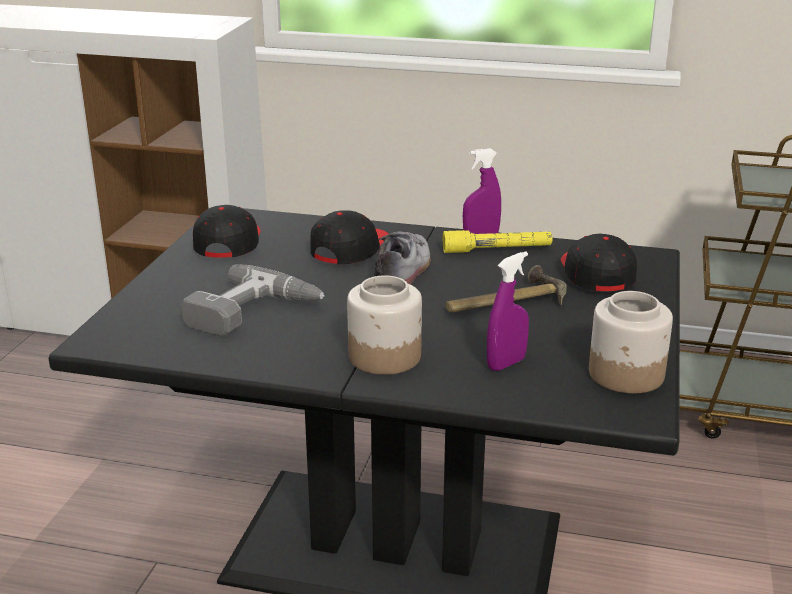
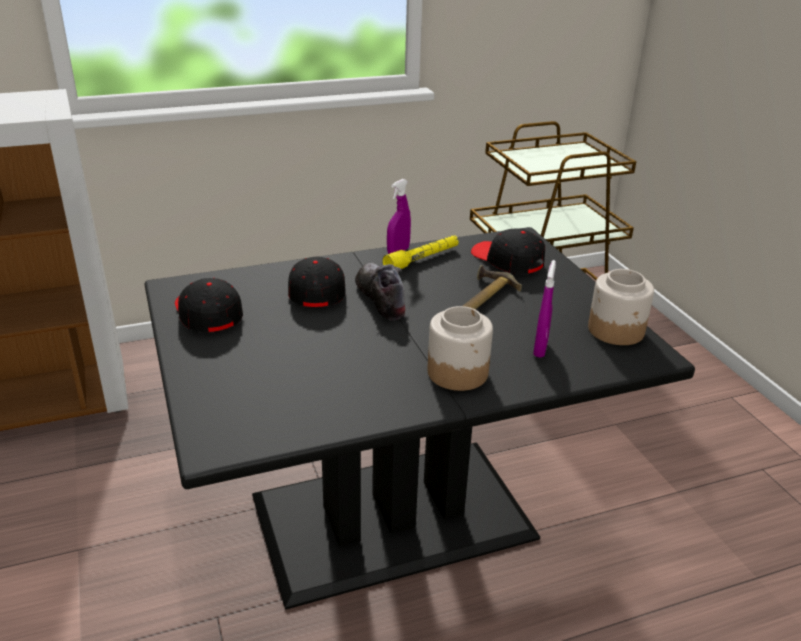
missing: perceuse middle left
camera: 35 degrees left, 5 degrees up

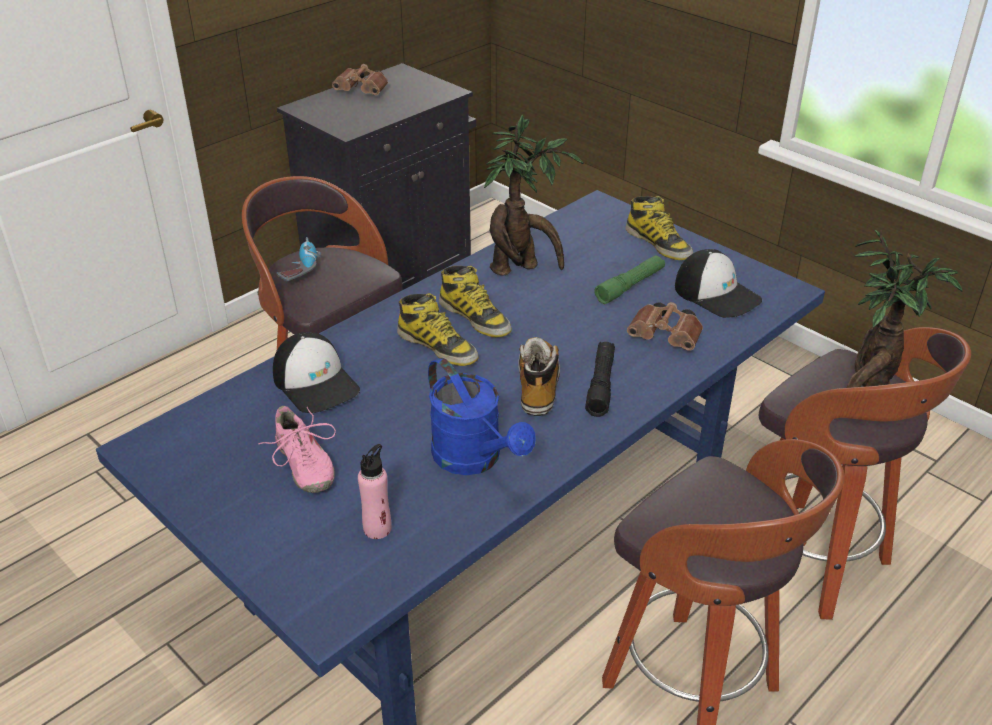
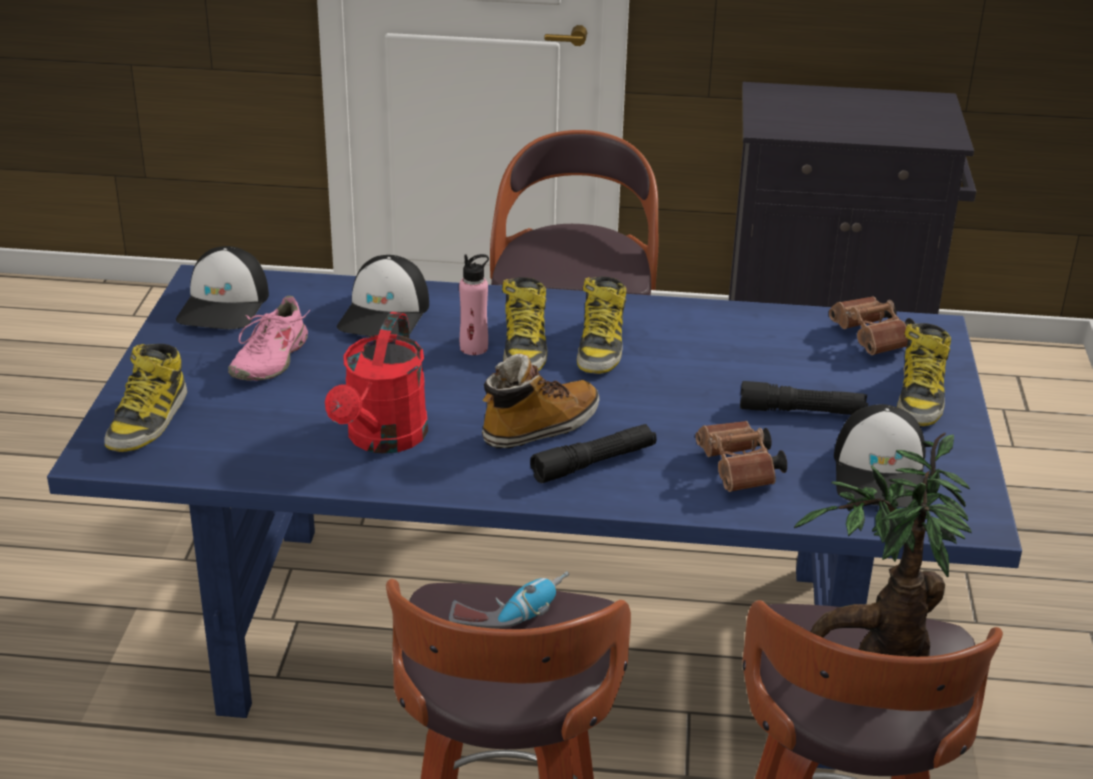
missing: plante en pot (no. 1 from left) top centre
appeared: botte (no. 1 from left) middle left; casquette (no. 1 from left) middle left
relocated: perceuse middle left to bottom centre; jumelles/marron (no. 1 from left in the first image) top centre to jumelles/marron (no. 2 from left) middle right; bouteille/rose bottom centre to centre
colour: arrosoir/bleu centre to arrosoir/rouge centre; lampe de poche/vert centre to lampe de poche/noir (no. 2 from left) middle right
camera: 50 degrees right, 5 degrees down

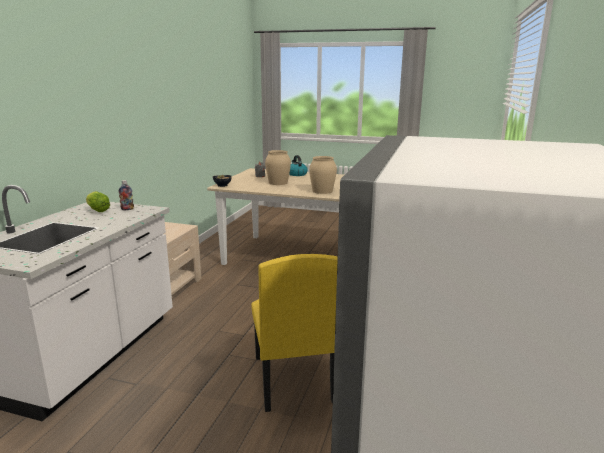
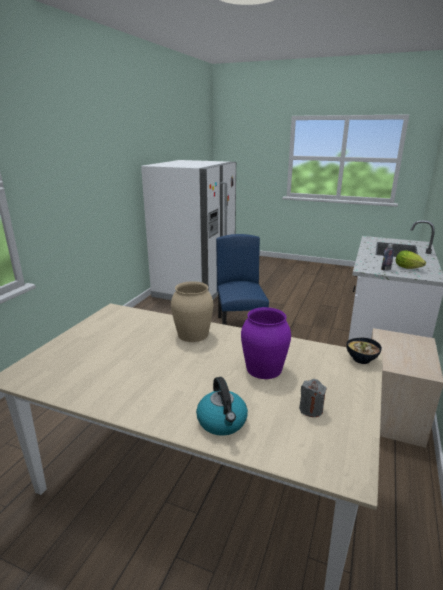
colour: chaise/jaune bottom centre to chaise/bleu centre; vase/beige (no. 1 from left) centre to vase/violet centre
camera: 175 degrees left, 5 degrees up

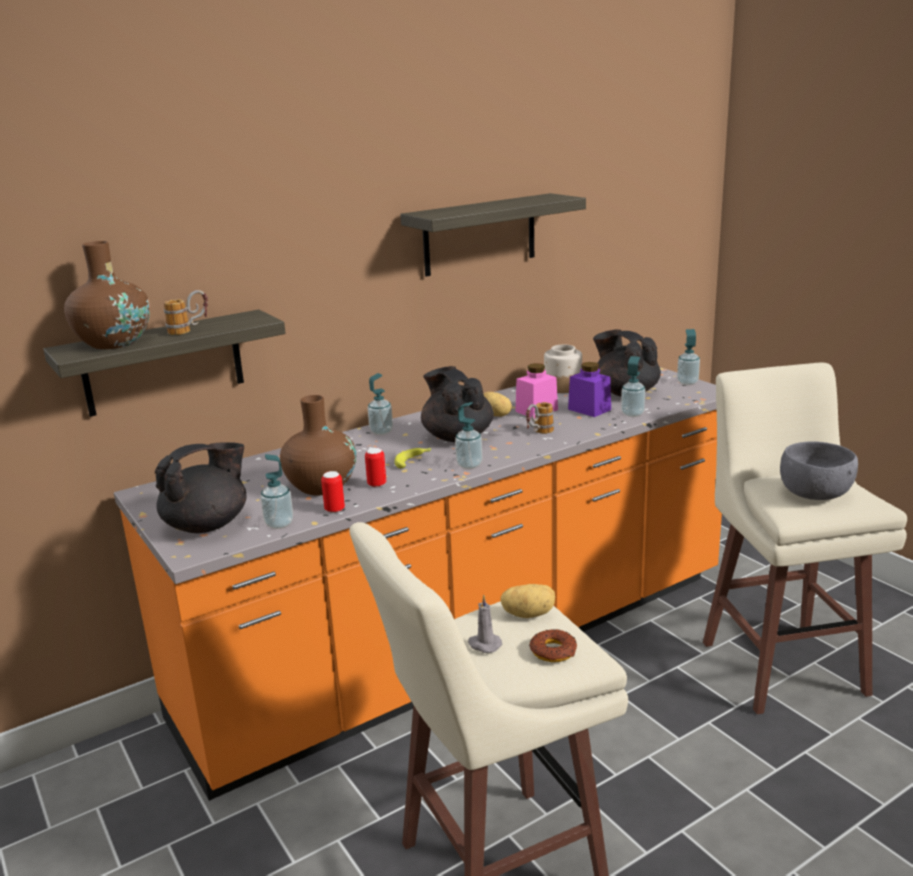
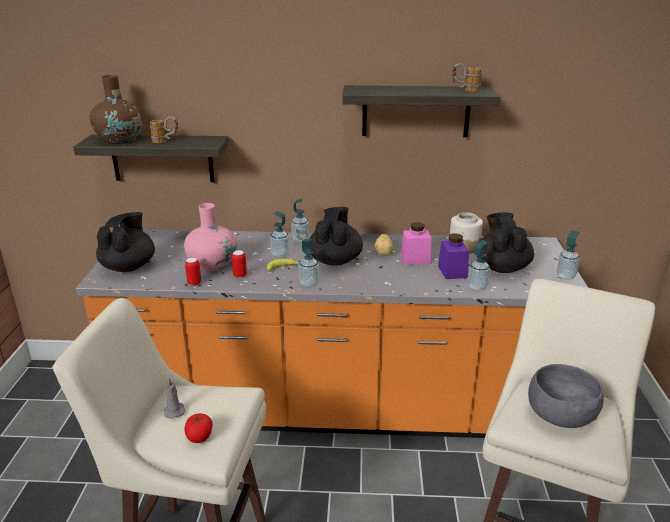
missing: pomme de terre (no. 2 from left) bottom centre
relocated: distributeur de savon (no. 1 from left) middle left to centre; mug (no. 2 from left) centre to top right
exchanged: beignet bottom centre to tomate bottom left
colour: vase/marron (no. 2 from left) centre to vase/rose middle left
spun: théière/noir (no. 1 from left) middle left = middle left 75 degrees counterclockwise
camera: 35 degrees right, 5 degrees up

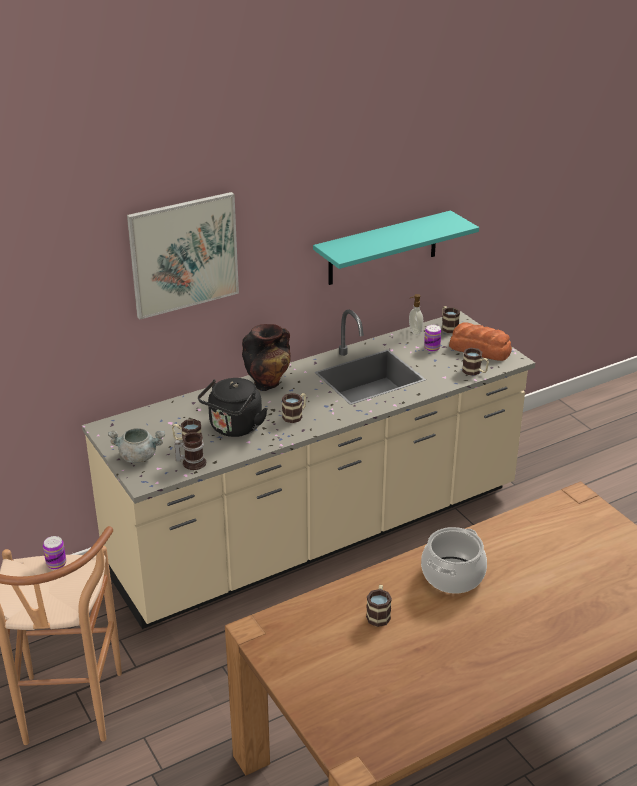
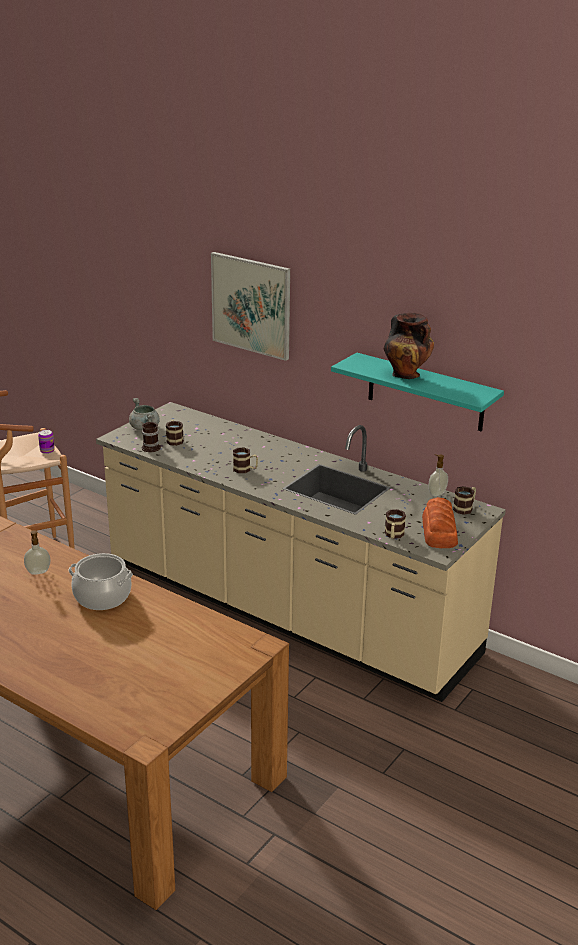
missing: bouilloire/noir centre; boîte métallique (no. 2 from left) middle right
relocated: vase centre to middle right
exchanged: mug (no. 4 from left) bottom centre to distributeur de savon (no. 1 from left) middle left
camera: 65 degrees right, 5 degrees down

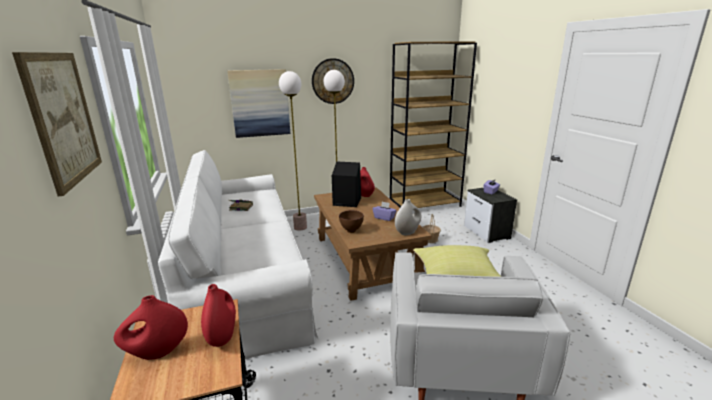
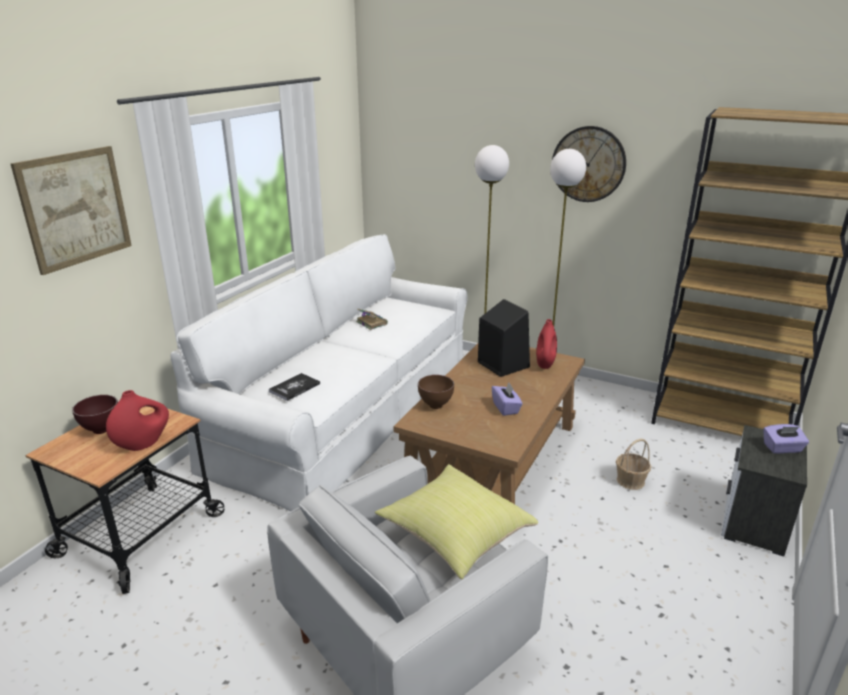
missing: tableau (no. 2 from left) top centre; vase/blanc centre
appeared: livre (no. 1 from left) centre
exchanged: vase/rouge (no. 1 from left) bottom left to bol/marron (no. 1 from left) middle left
camera: 45 degrees right, 5 degrees up

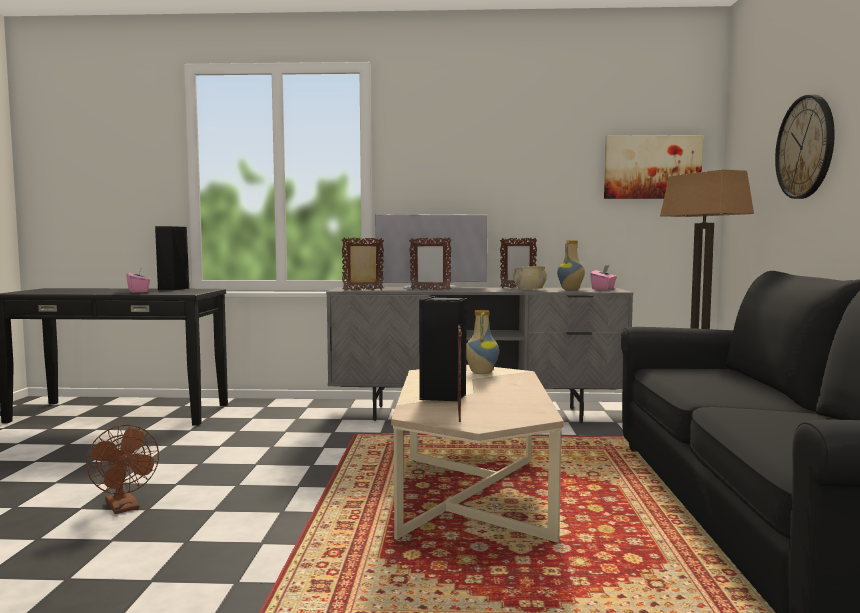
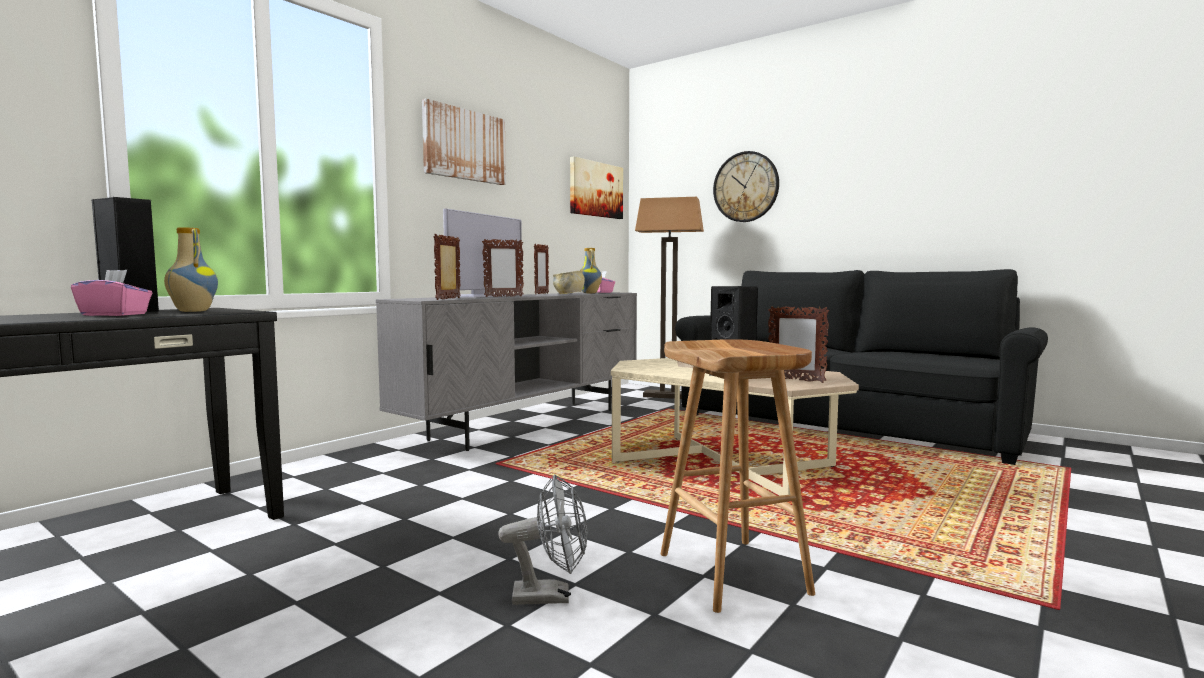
appeared: tableau (no. 1 from left) top centre; tabouret/marron bottom centre
relocated: vase (no. 1 from left) centre to middle left
colour: ventilateur/marron bottom left to ventilateur/gris bottom centre
camera: 55 degrees left, 0 degrees up

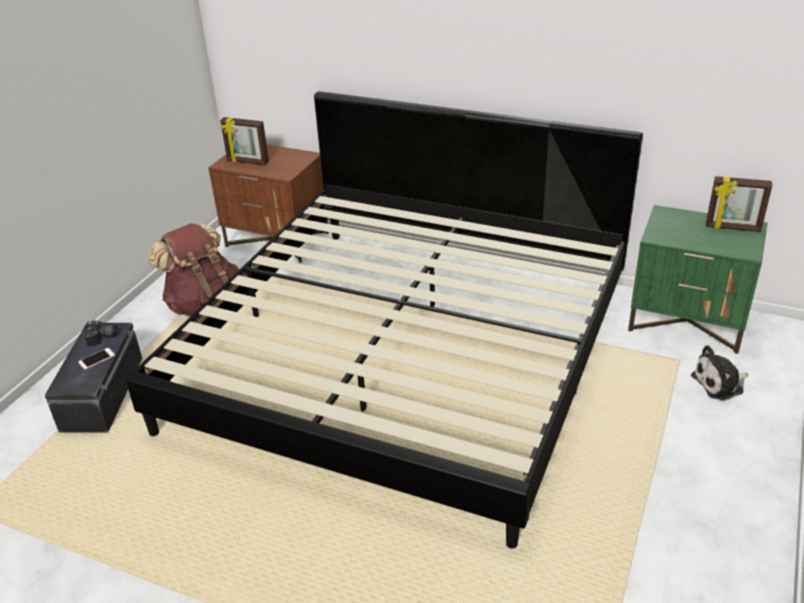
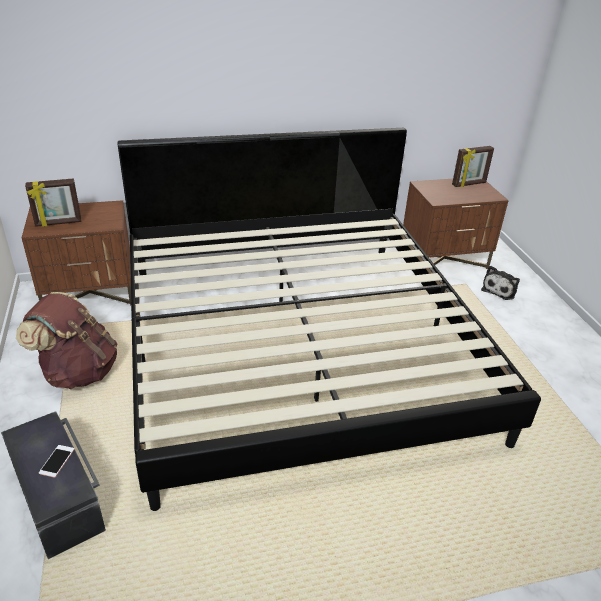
missing: appareil photo middle left
colour: table de chevet/vert middle right to table de chevet/marron (no. 2 from left) middle right
camera: 40 degrees left, 0 degrees up

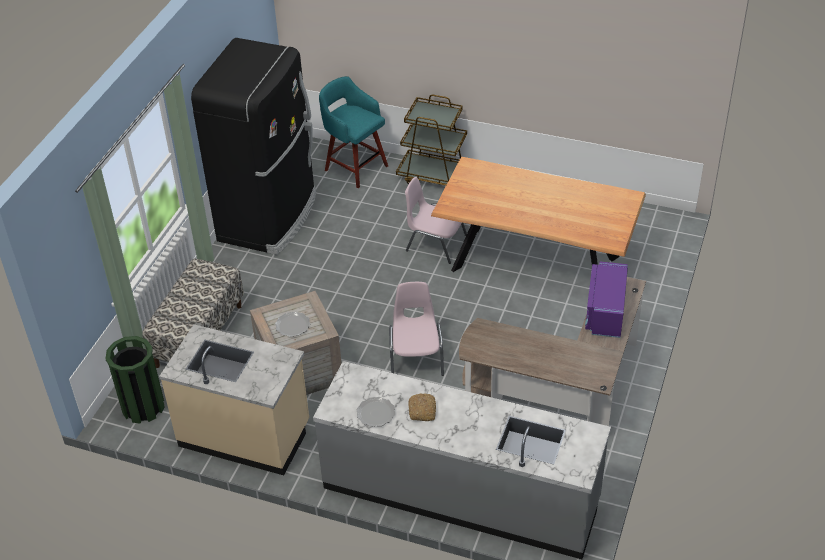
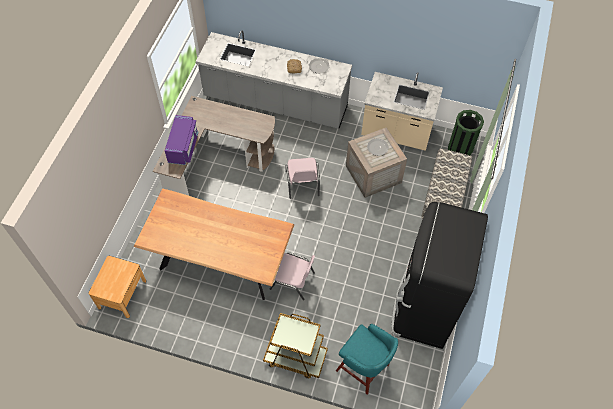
appeared: table de chevet/marron bottom left
camera: 175 degrees right, 15 degrees up

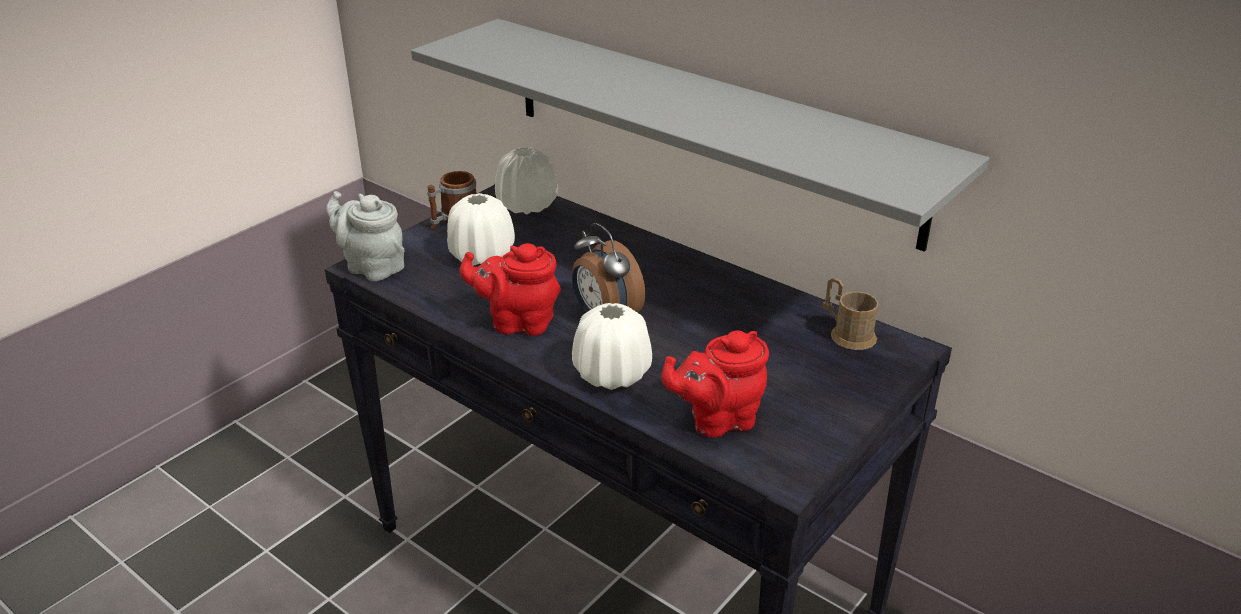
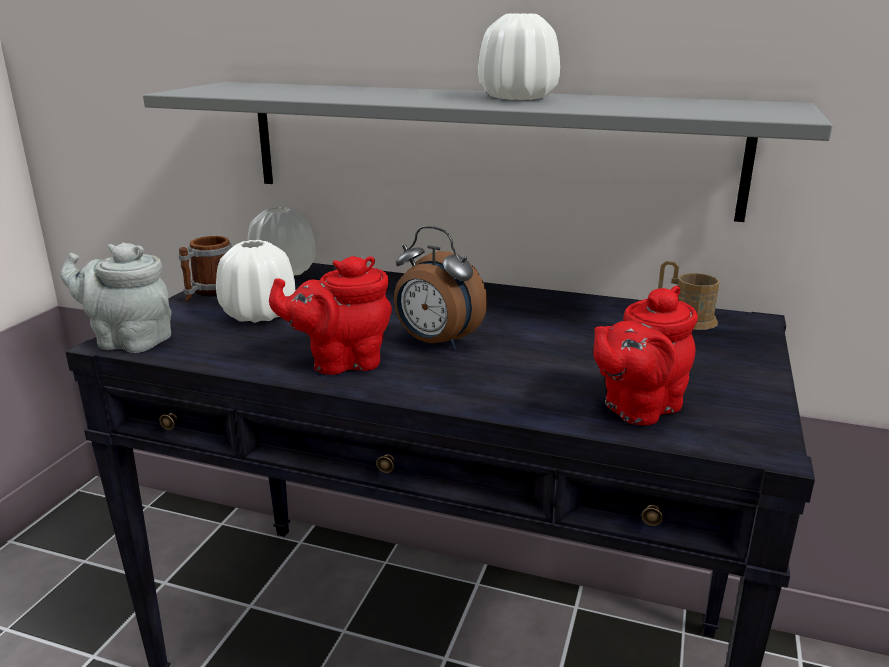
relocated: vase/blanc (no. 3 from left) centre to top centre
camera: 20 degrees left, 10 degrees down

